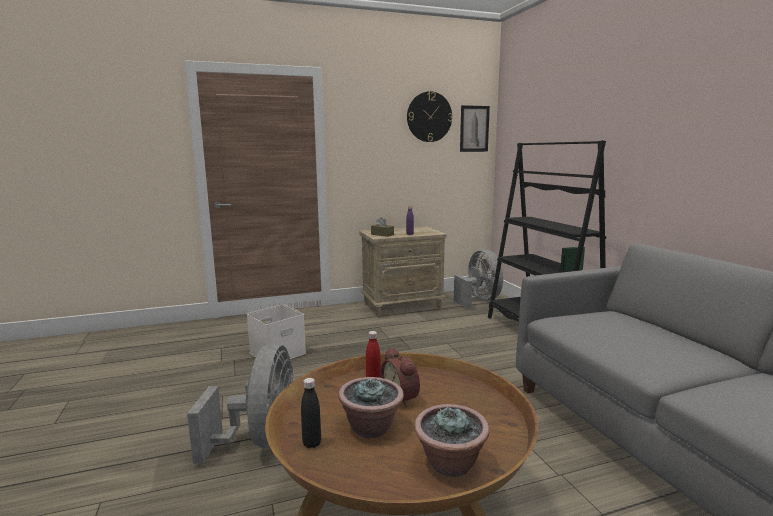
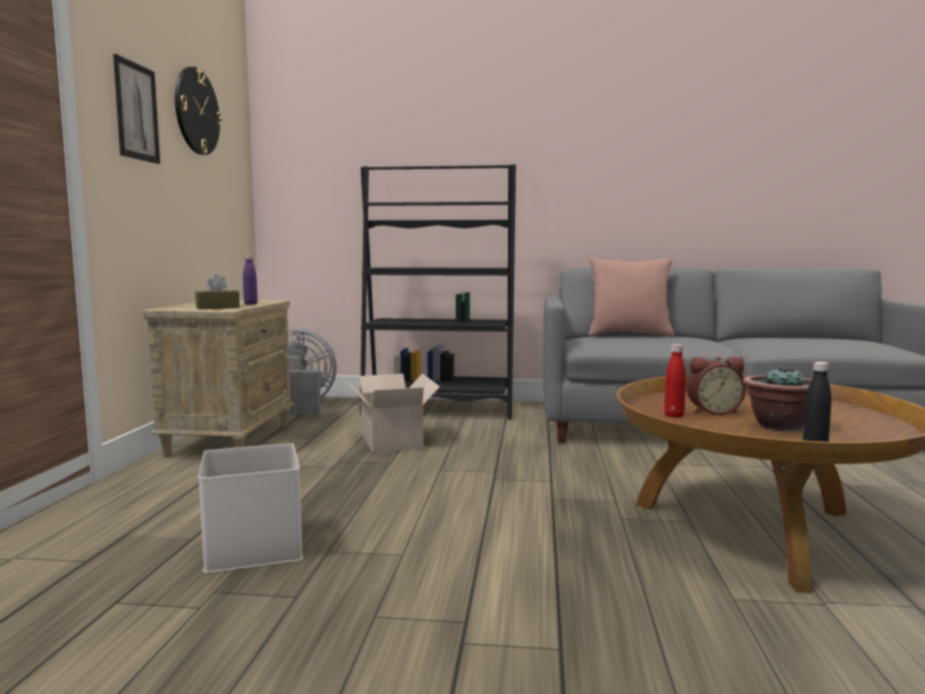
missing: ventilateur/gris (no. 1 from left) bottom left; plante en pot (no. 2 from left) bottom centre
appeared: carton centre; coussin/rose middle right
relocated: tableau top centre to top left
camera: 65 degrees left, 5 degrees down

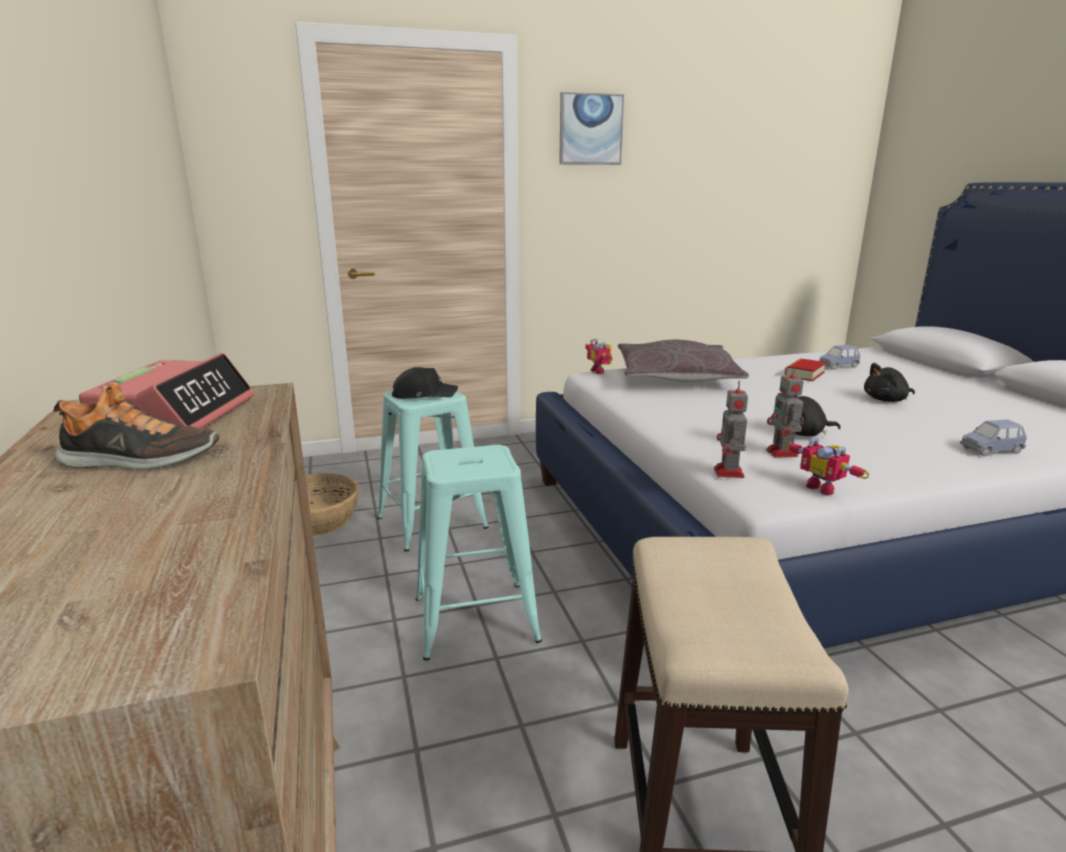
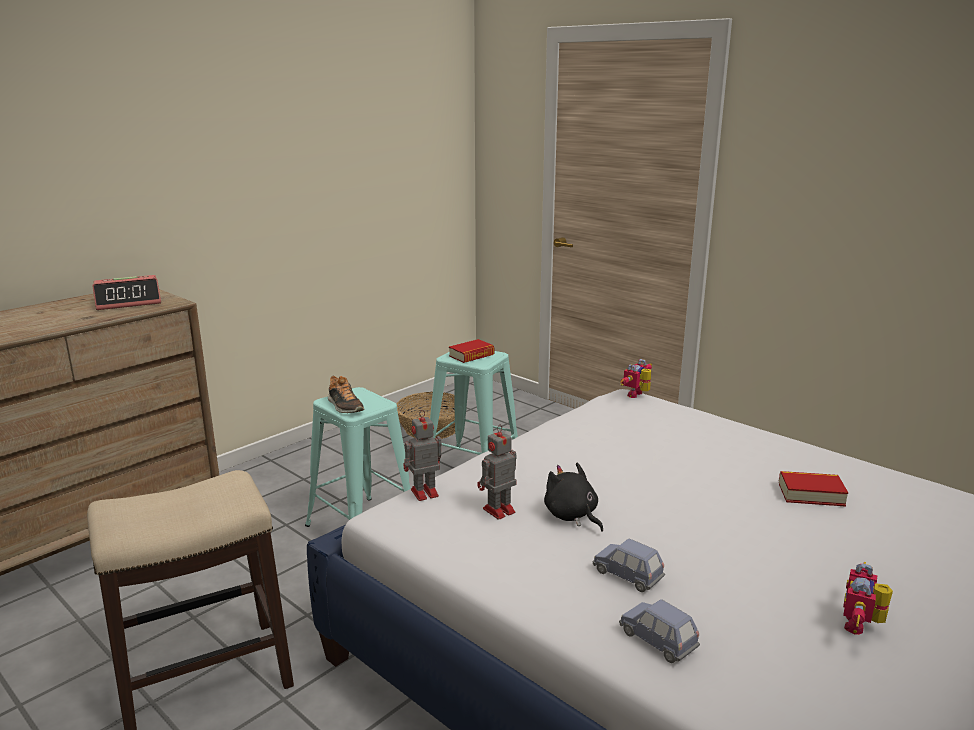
missing: tableau top centre; coussin/gris centre; peluche/noir (no. 2 from left) middle right
relocated: chaussure middle left to centre; robot jouet (no. 4 from left) middle right to bottom right; petite voiture/bleu (no. 1 from left) middle right to bottom centre
exchanged: casquette/noir centre to livre (no. 1 from left) centre
camera: 60 degrees right, 0 degrees up

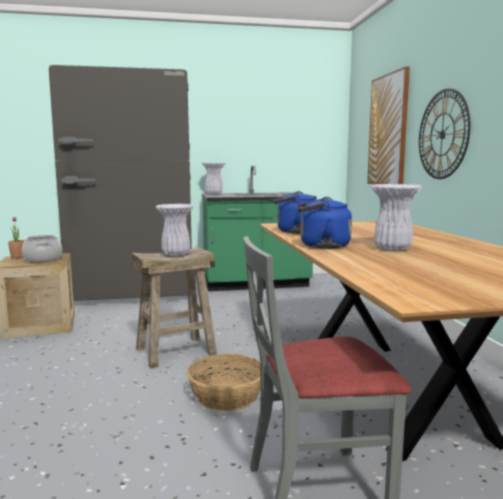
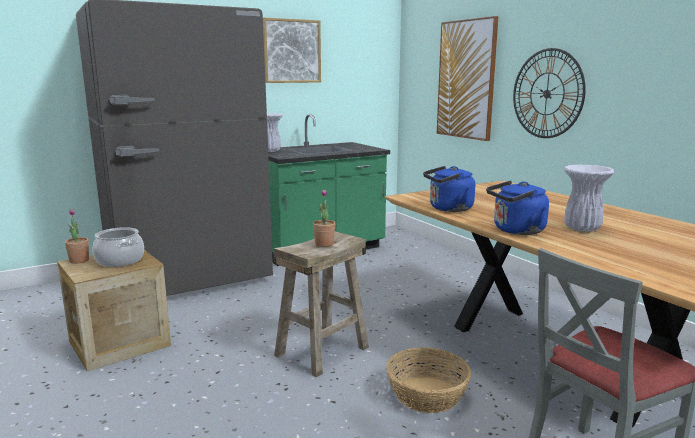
appeared: tableau (no. 1 from left) top centre
exchanged: vase/blanc (no. 1 from left) centre to plante en pot (no. 2 from left) centre
camera: 20 degrees left, 5 degrees up

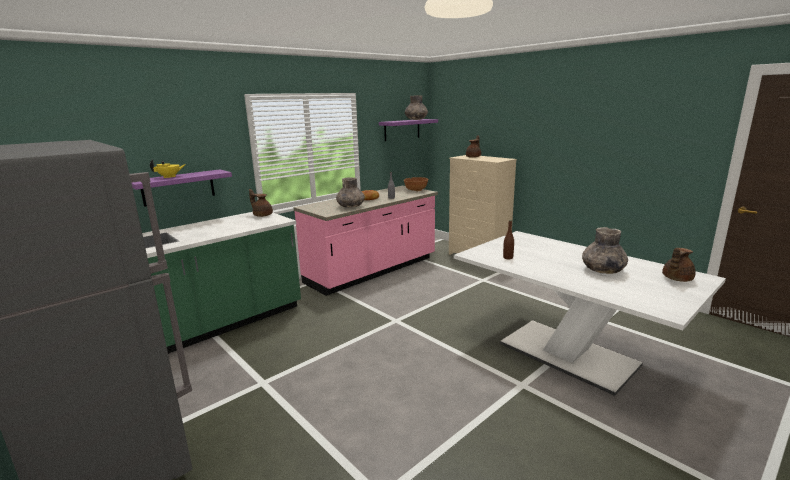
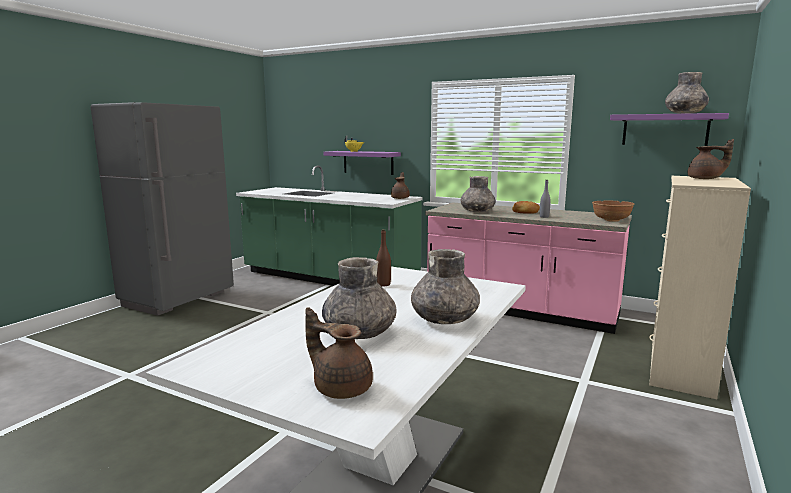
appeared: vase/gris (no. 2 from left) centre
camera: 70 degrees right, 5 degrees down

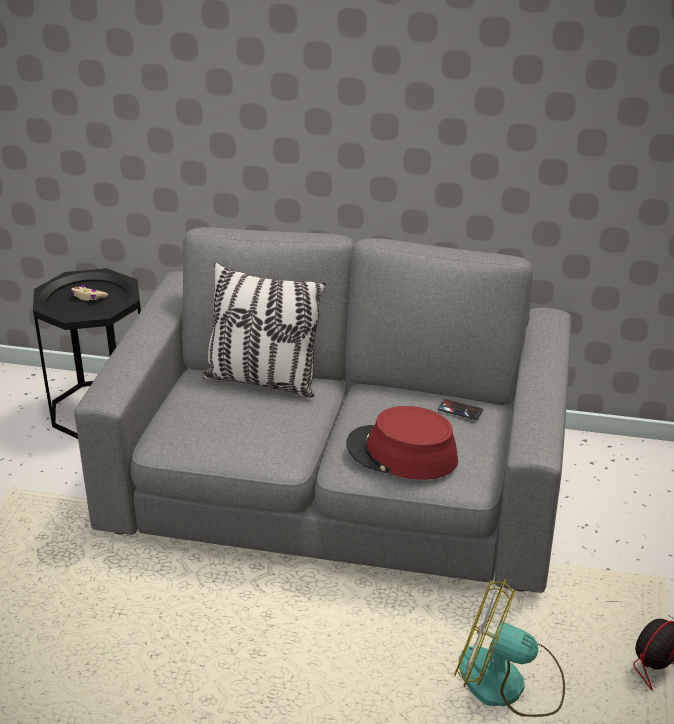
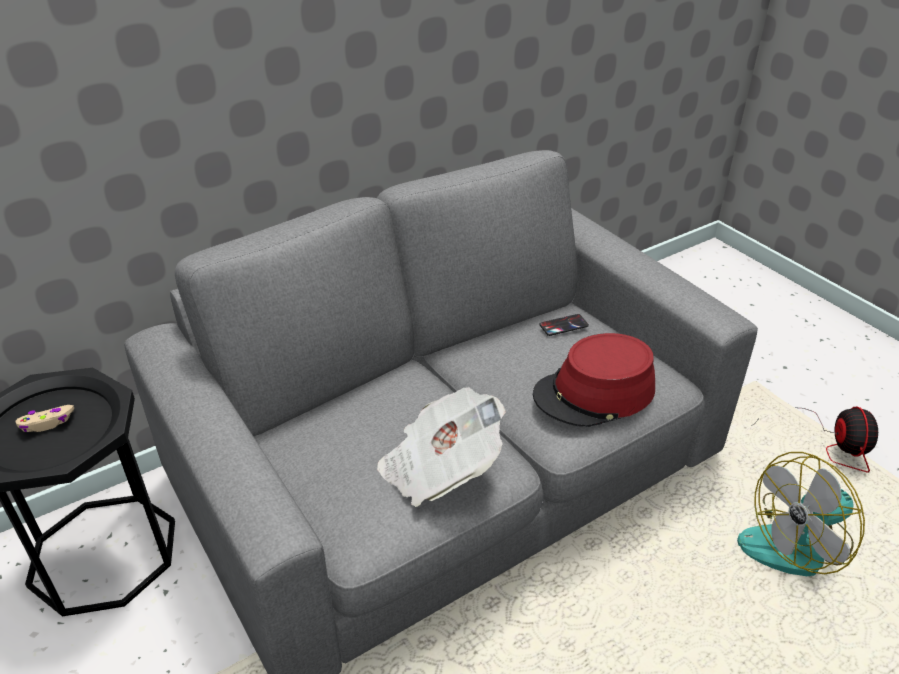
missing: coussin centre
appeared: journal centre
camera: 45 degrees left, 5 degrees up

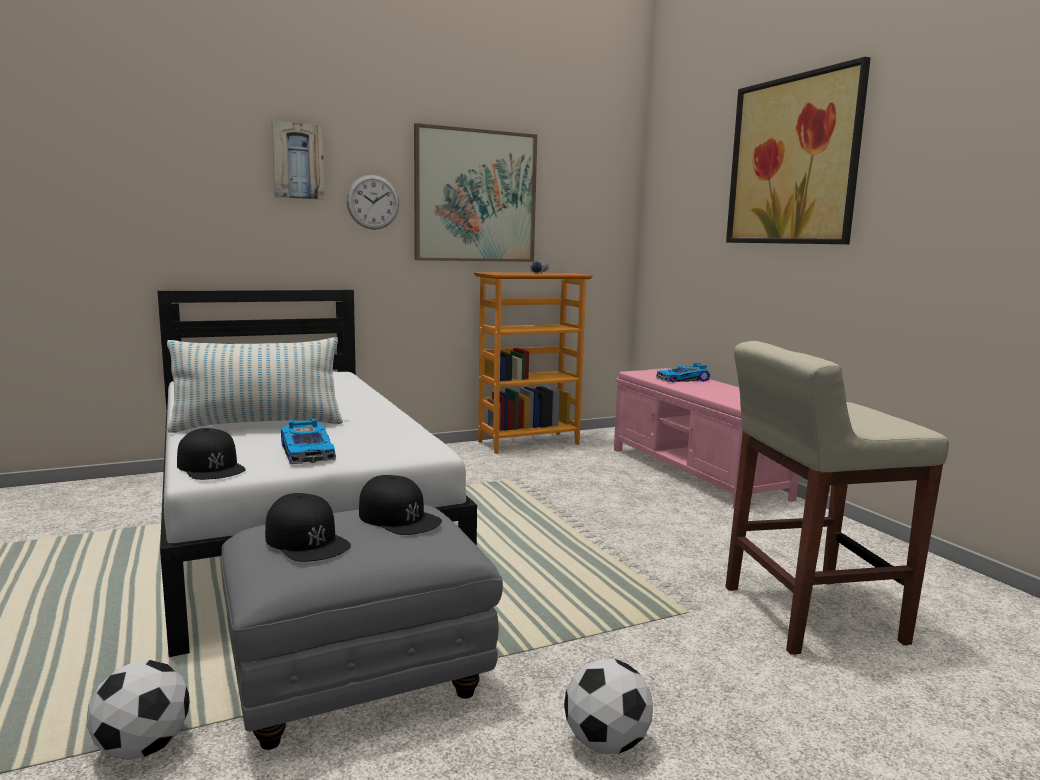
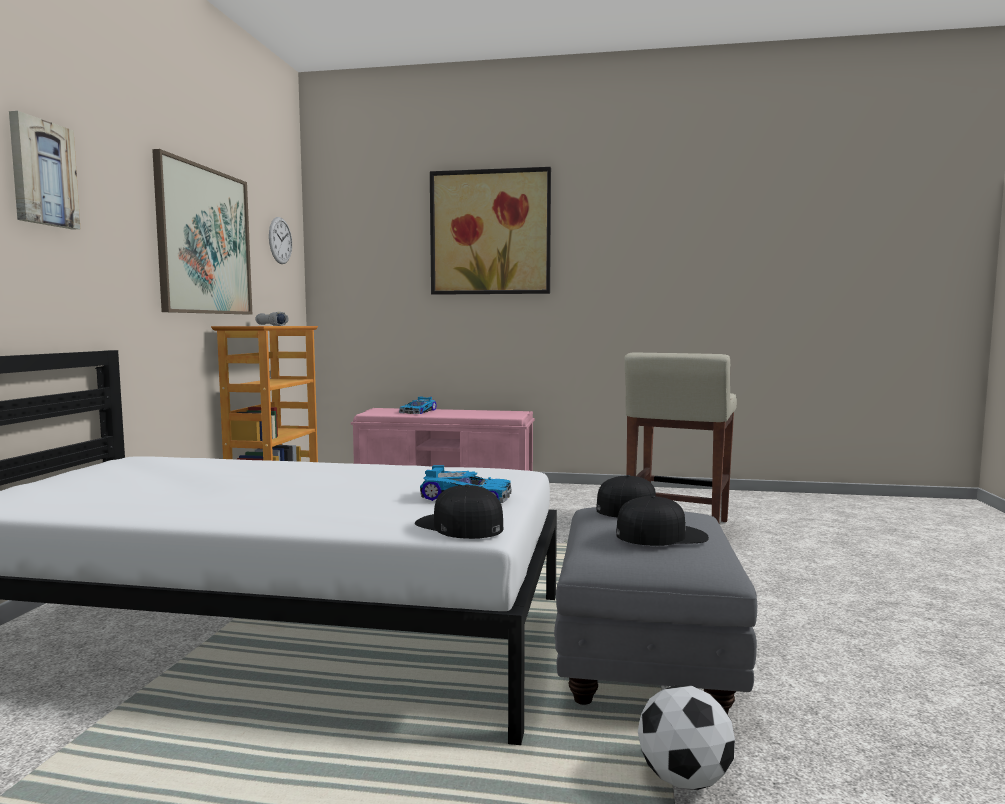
missing: coussin middle left; ballon de foot (no. 2 from left) bottom centre
relocated: horloge murale top centre to top left
spun: casquette/noir (no. 1 from left) middle left = centre 135 degrees counterclockwise
camera: 55 degrees left, 5 degrees down

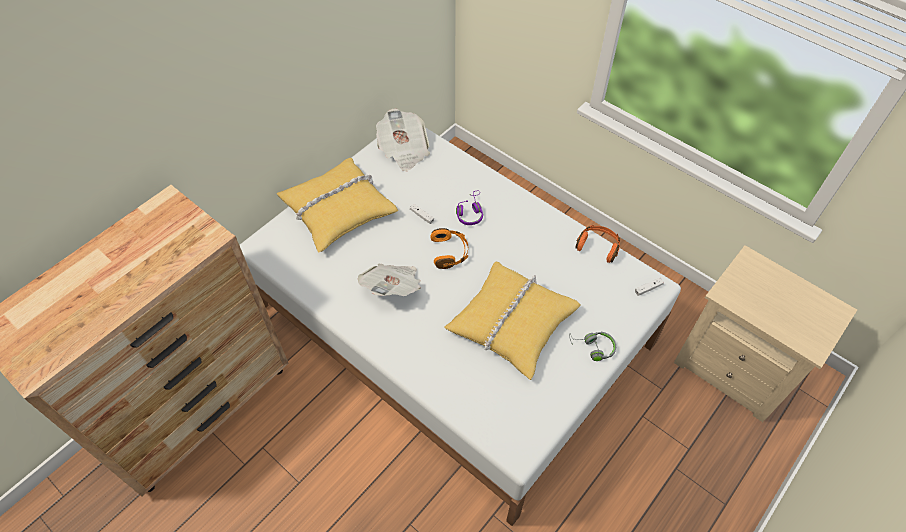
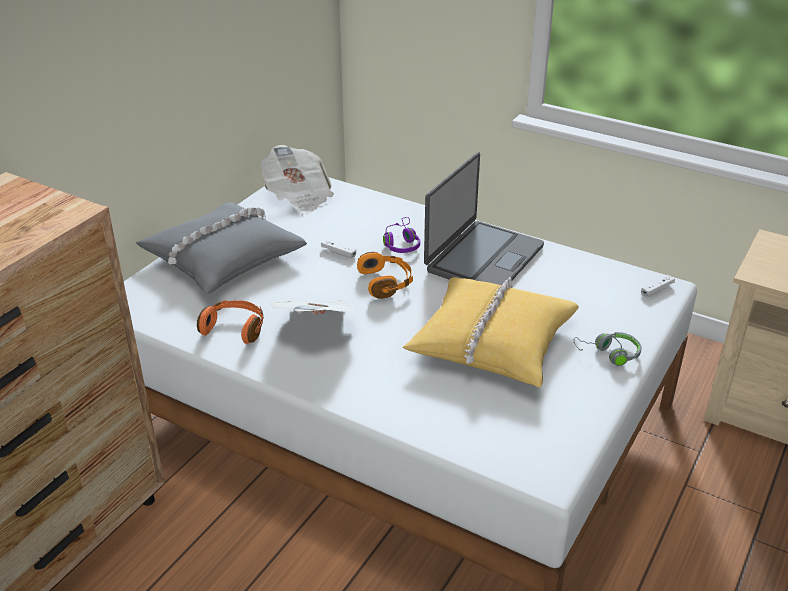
appeared: ordinateur portable centre
relocated: casque audio/orange (no. 2 from left in the first image) centre to casque audio/orange (no. 1 from left) middle left
colour: coussin/jaune (no. 1 from left) centre to coussin/gris middle left
camera: 10 degrees left, 20 degrees down

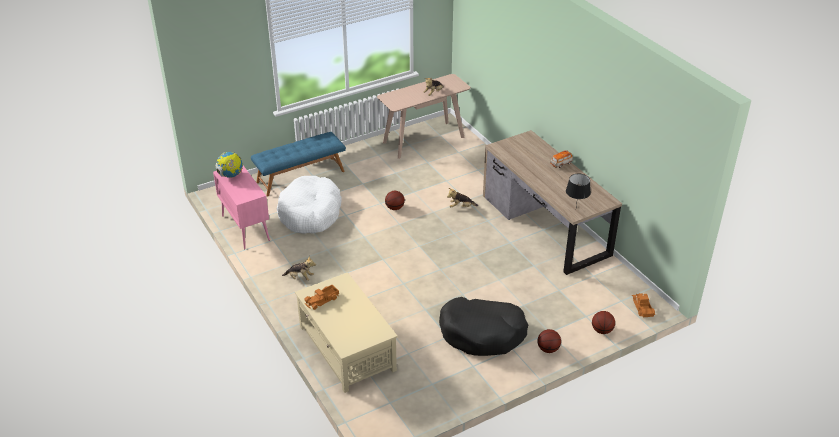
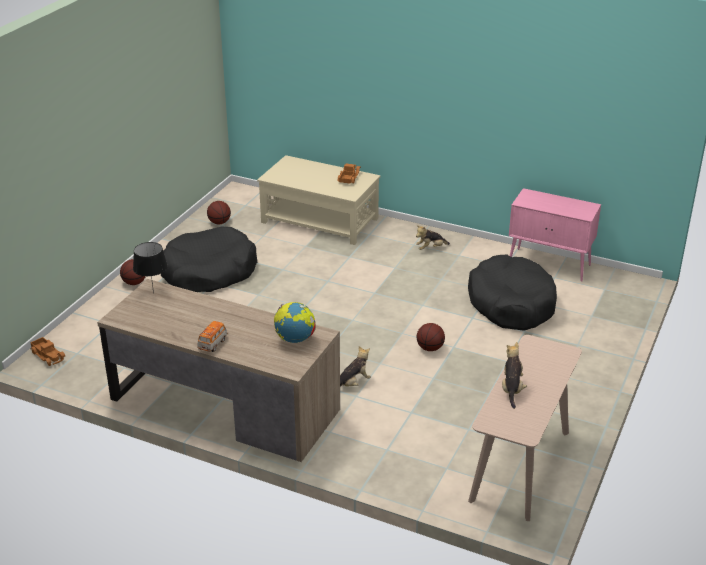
missing: banc/bleu centre
relocated: globe middle left to centre; ballon de basket (no. 3 from left in the first image) bottom right to ballon de basket (no. 2 from left) middle left
colour: panier pour chien/blanc centre to panier pour chien/noir (no. 2 from left) middle right
camera: 145 degrees right, 5 degrees down

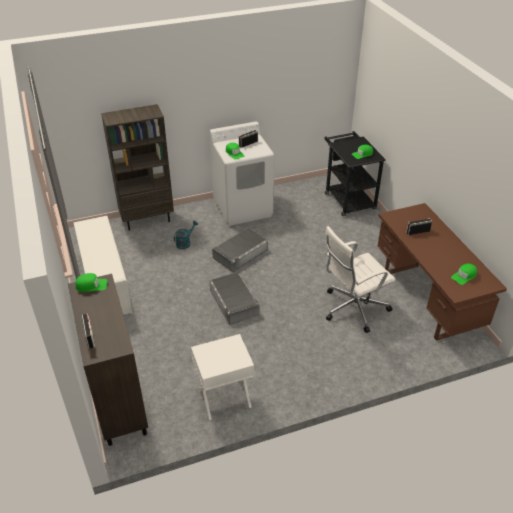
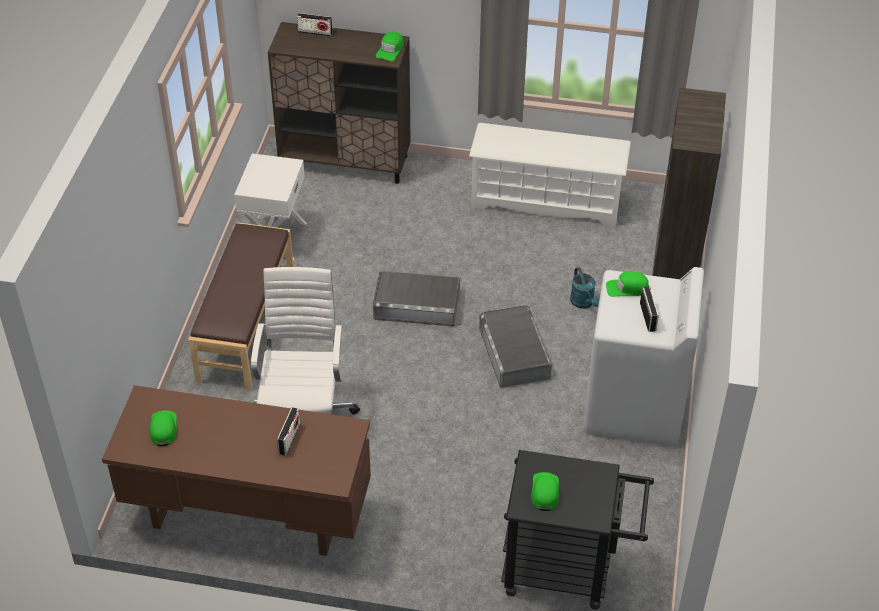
appeared: banc/marron middle left
camera: 120 degrees right, 5 degrees up

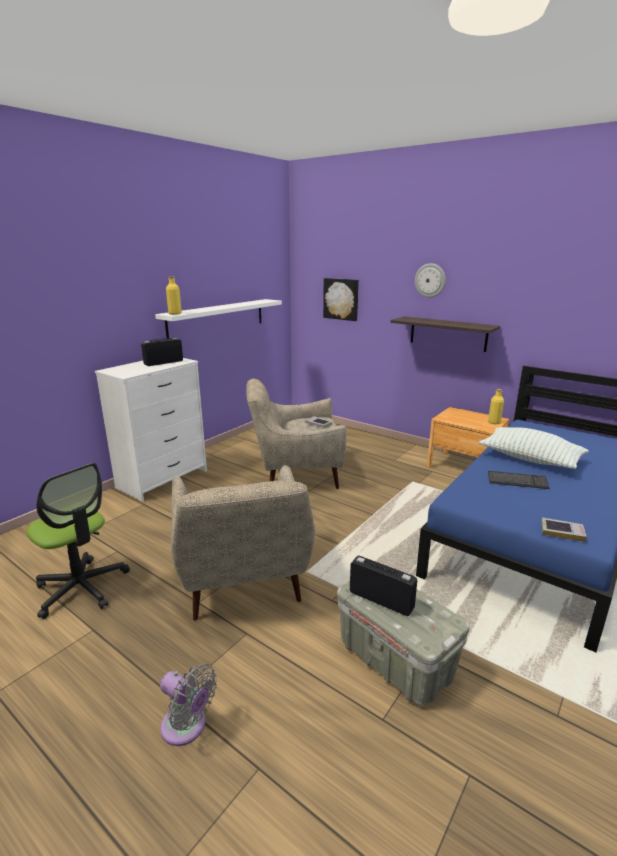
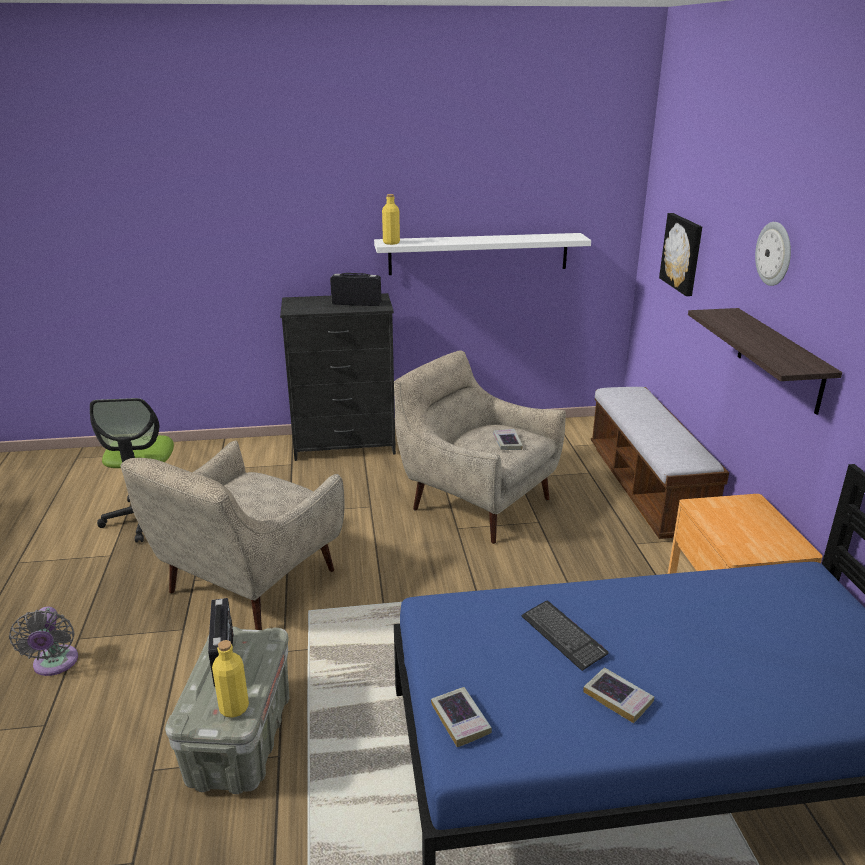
missing: coussin middle right
appeared: livre (no. 3 from left) bottom right; banc middle right
relocated: bouteille/jaune (no. 2 from left in the first image) middle right to bouteille/jaune (no. 1 from left) bottom left
colour: commode/blanc middle left to commode/noir centre
camera: 45 degrees right, 5 degrees up

